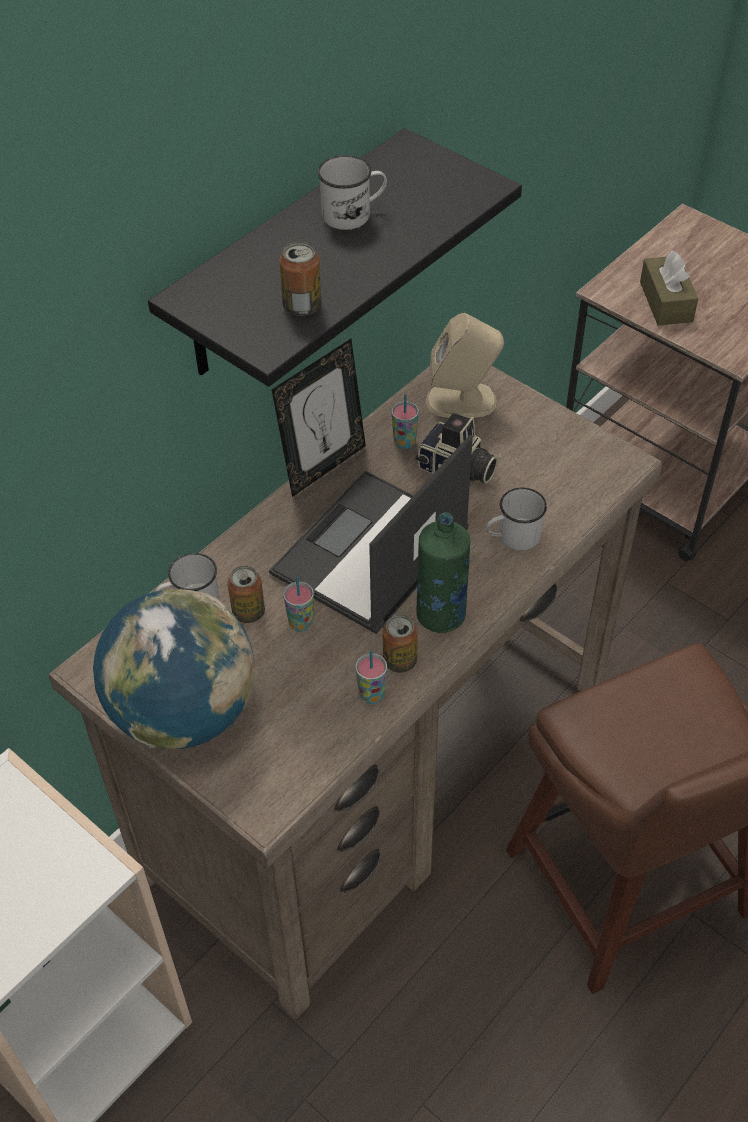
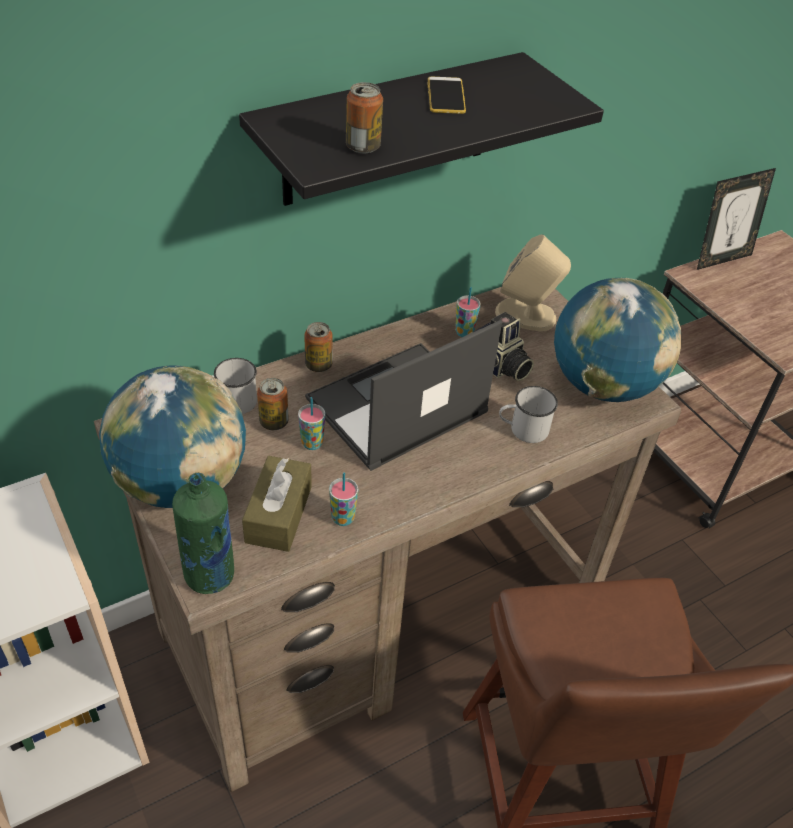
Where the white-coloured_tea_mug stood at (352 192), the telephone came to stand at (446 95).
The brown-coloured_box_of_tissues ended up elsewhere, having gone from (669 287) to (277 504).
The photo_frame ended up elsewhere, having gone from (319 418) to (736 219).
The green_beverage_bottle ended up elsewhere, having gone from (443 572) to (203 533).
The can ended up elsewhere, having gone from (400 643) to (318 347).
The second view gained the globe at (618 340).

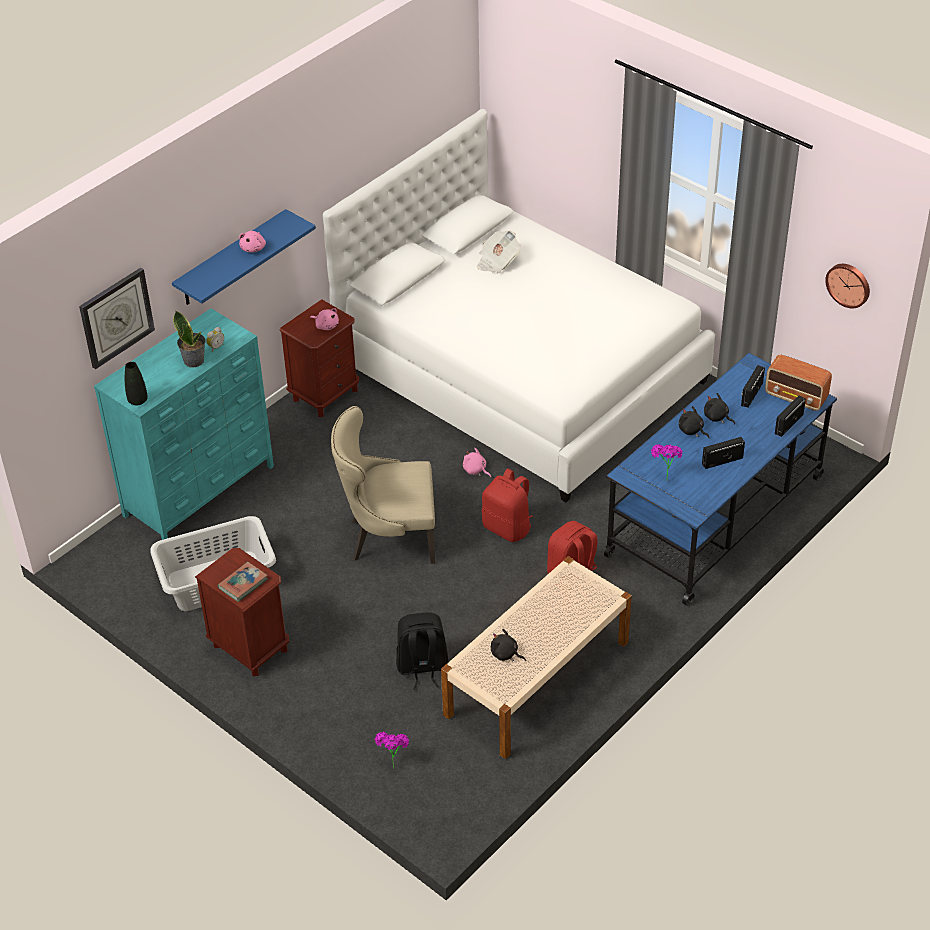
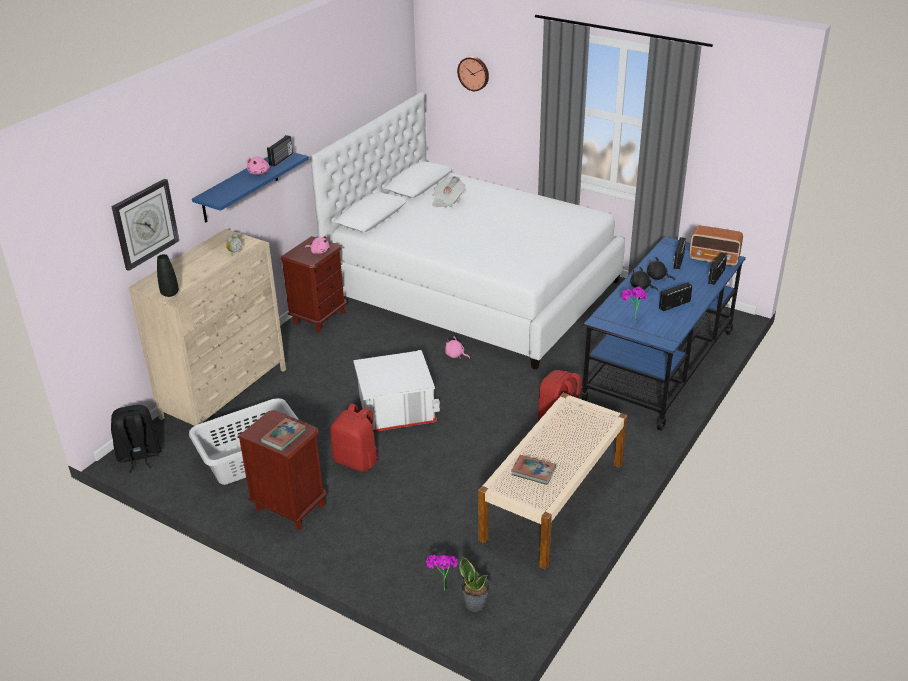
The hanging_clock ended up elsewhere, having gone from (847 286) to (473 73).
What was the turquoise_dresser at (184 424) turned into the beige_dresser at (207 327).
The plant_in_a_pot ended up elsewhere, having gone from (189 339) to (475 584).
Where the beige_chair stood at (383 485), the white-coloured_storage_container came to stand at (396 391).
The reddish_backpack ended up elsewhere, having gone from (507 505) to (354 437).
The black-coloured_backpack ended up elsewhere, having gone from (422 651) to (136 438).
Where the black-coloured_cuddly_toy stood at (508 645), the volume came to stand at (533 470).
The second view gained the radio at (280 150).

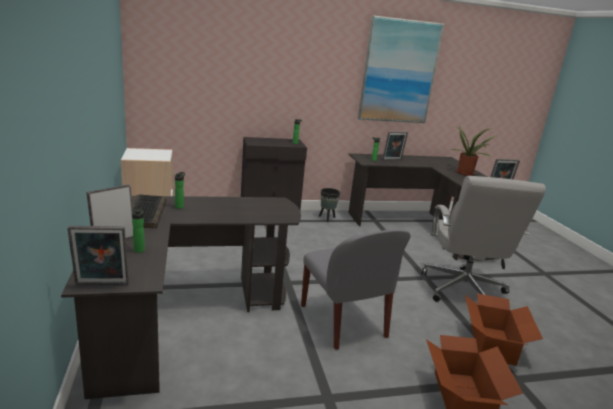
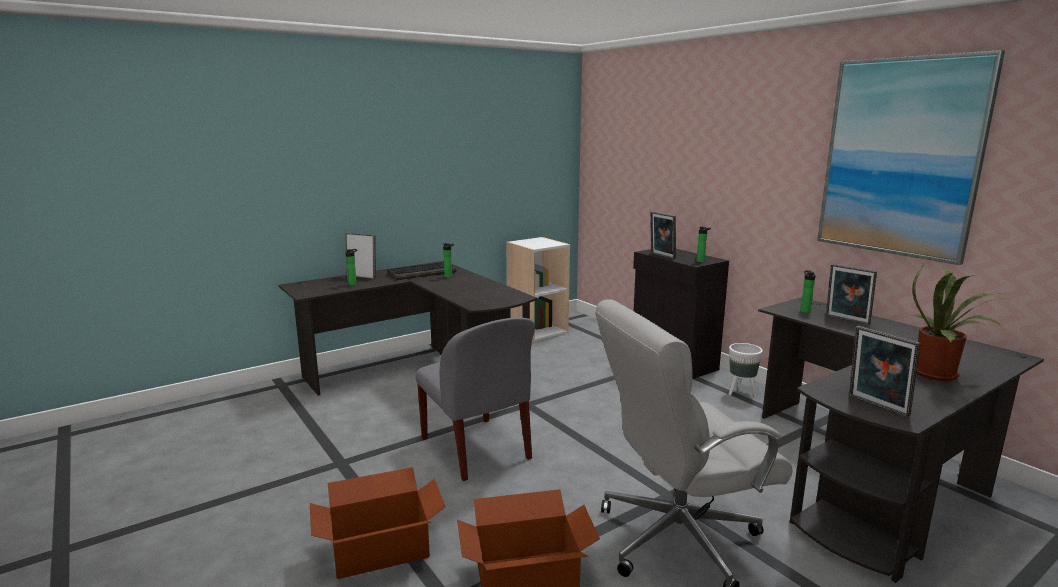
What was the black-coloured_flower_pot at (329 205) turned into the white-coloured_flower_pot at (746 370).
The photo_frame ended up elsewhere, having gone from (98 255) to (663 235).
The gray_chair at (356 290) ended up facing another way, 75 degrees counterclockwise from before.

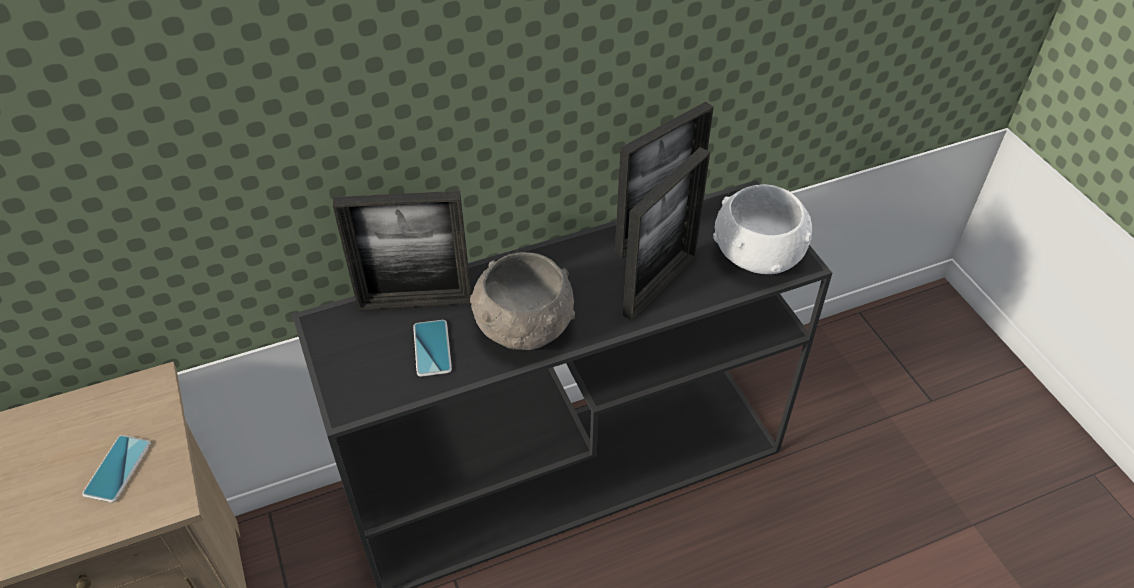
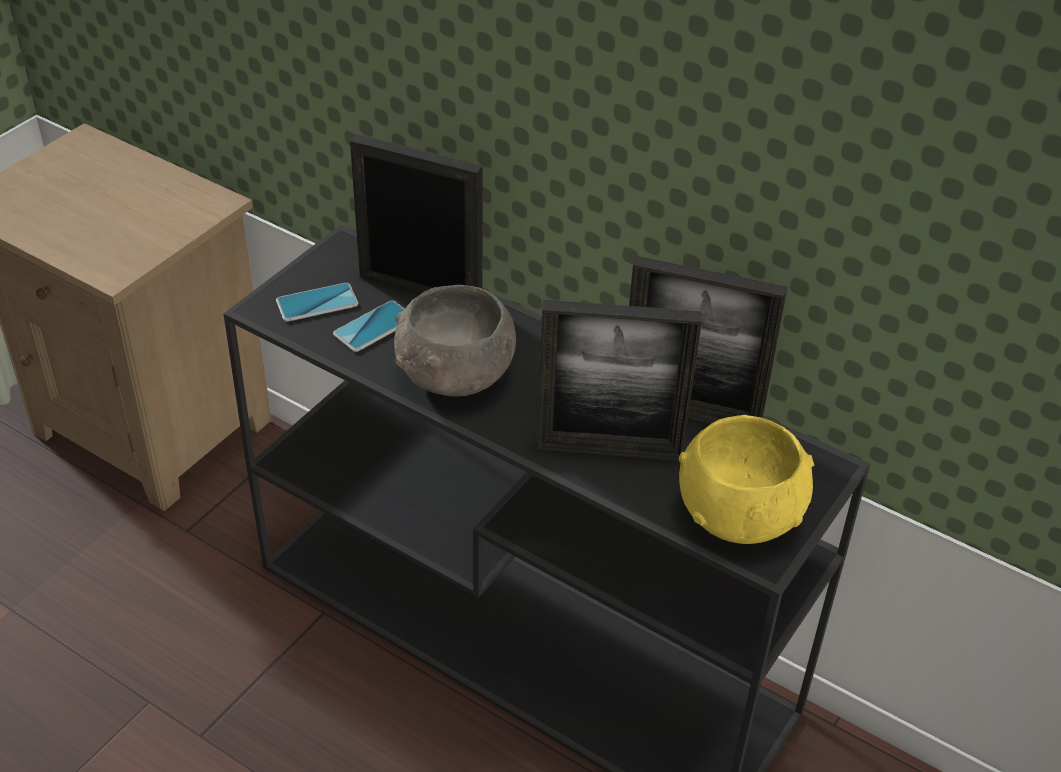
What was the white-coloured_deep_dish at (762 229) turned into the yellowish_deep_dish at (746 479).
The photo_frame at (402 250) ended up facing another way, 150 degrees clockwise from before.
The telephone ended up elsewhere, having gone from (116 469) to (317 302).

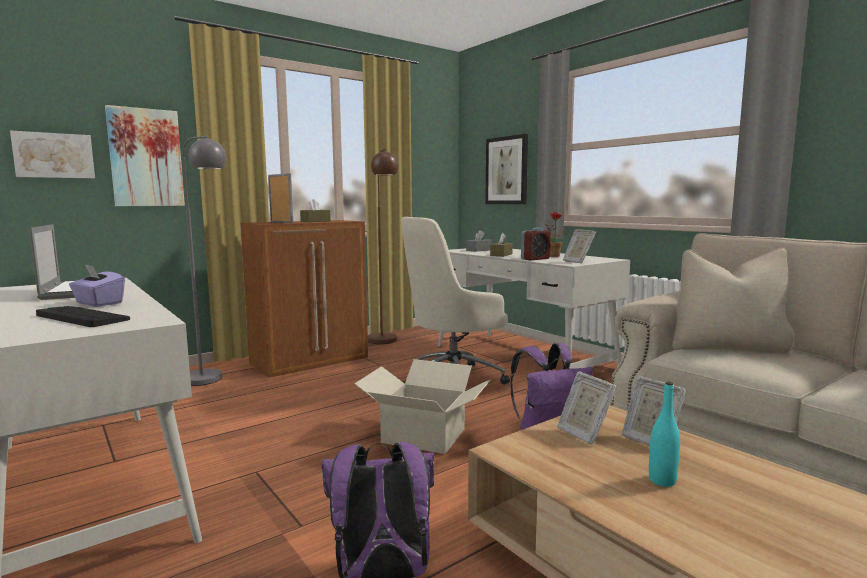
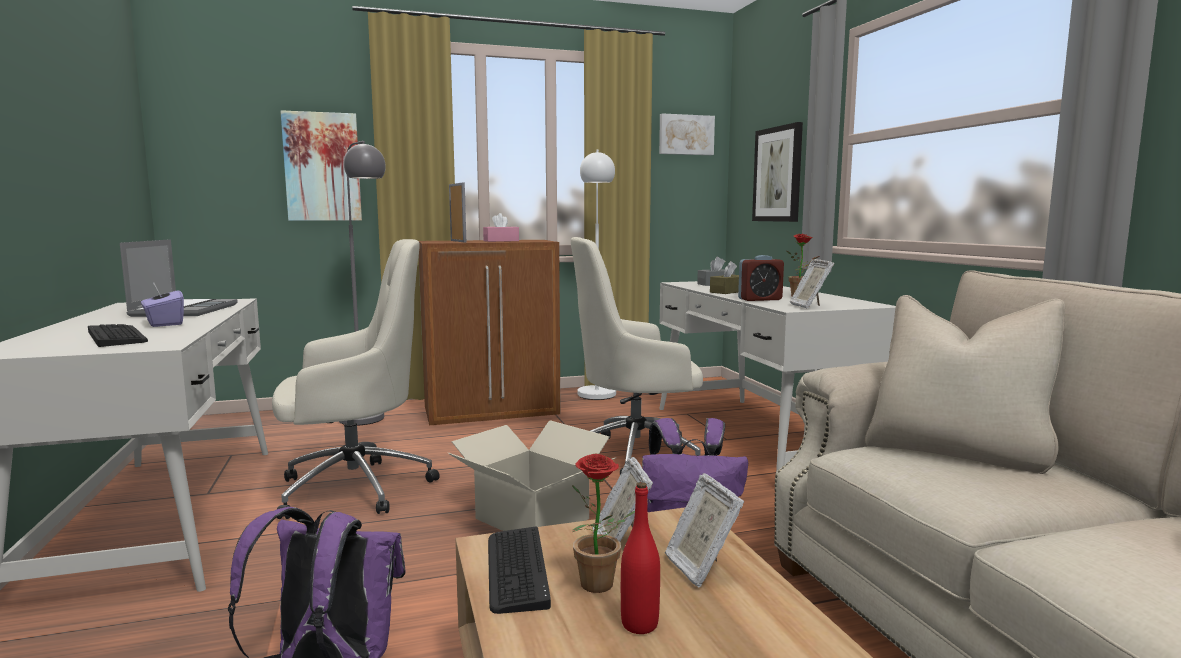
The wall_picture ended up elsewhere, having gone from (52 154) to (687 134).
What was the brown-coloured_standard_lamp at (383 246) turned into the white-coloured_standard_lamp at (597 274).
What was the brown-coloured_box_of_tissues at (315 210) turned into the pink_box_of_tissues at (501 227).
What was the turquoise_beverage_bottle at (664 434) turned into the reddish_beverage_bottle at (640 558).
The second view gained the beige_desk_chair at (356 379).
The second view gained the plant_in_a_pot at (603 523).
The second view gained the keyboard at (519 570).

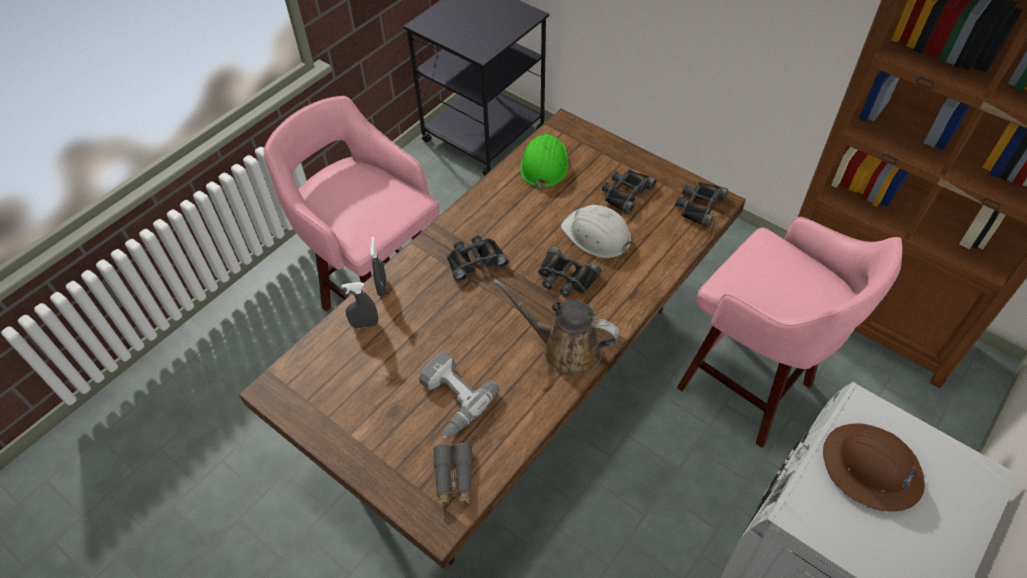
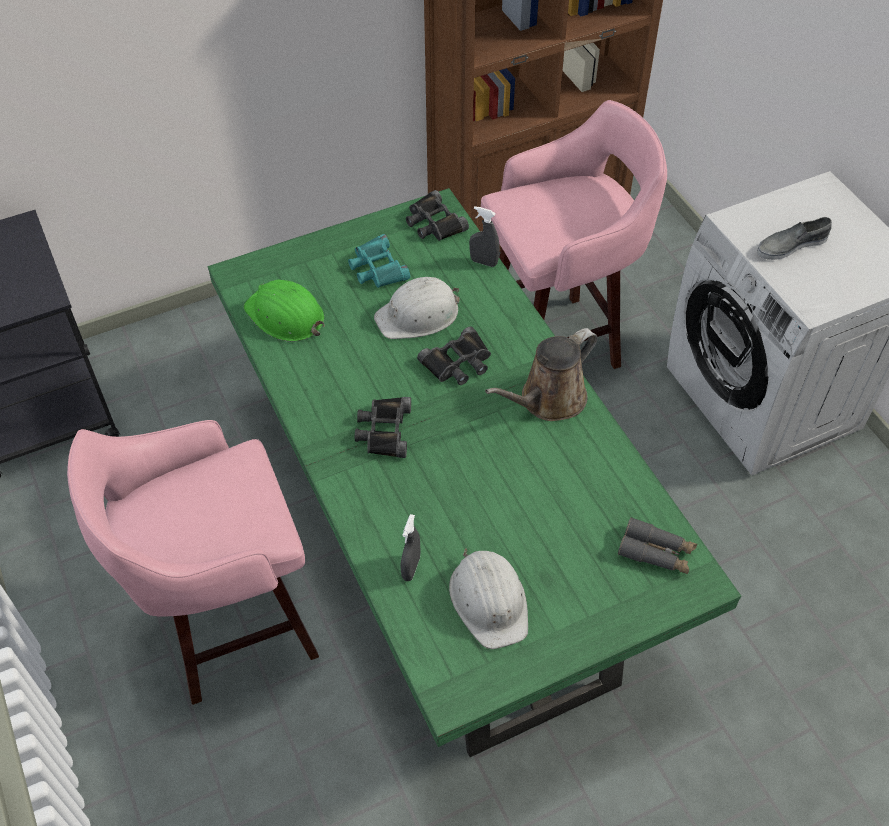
What was the brown-coloured_dinner_table at (492 338) turned into the green_dinner_table at (474 472).
What was the black-coloured_binoculars at (629 192) turned into the turquoise_binoculars at (379 261).
The gray_hand_sprayer ended up elsewhere, having gone from (378 266) to (484 236).
The second view lost the power_drill at (459 395).
Where the brown-coloured_work_helmet stood at (874 467), the gray_low_shoe came to stand at (794 238).
The second view gained the white-coloured_work_helmet at (488 598).

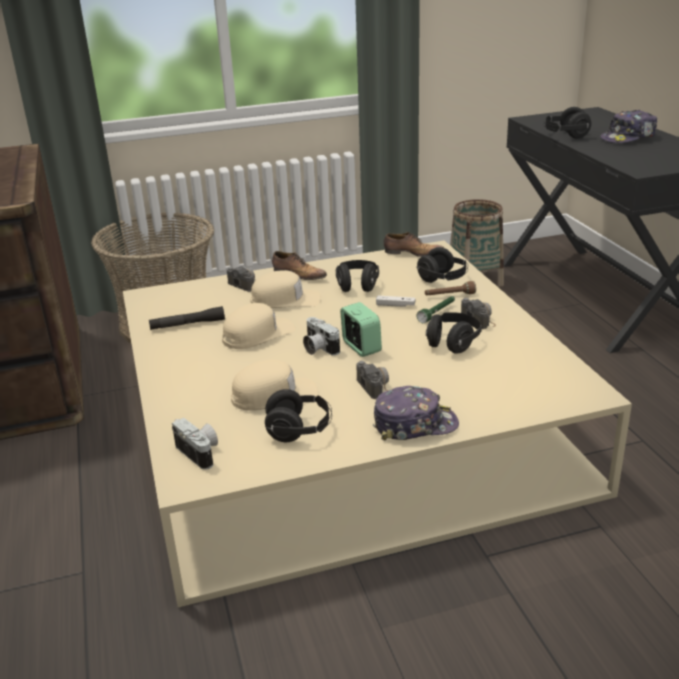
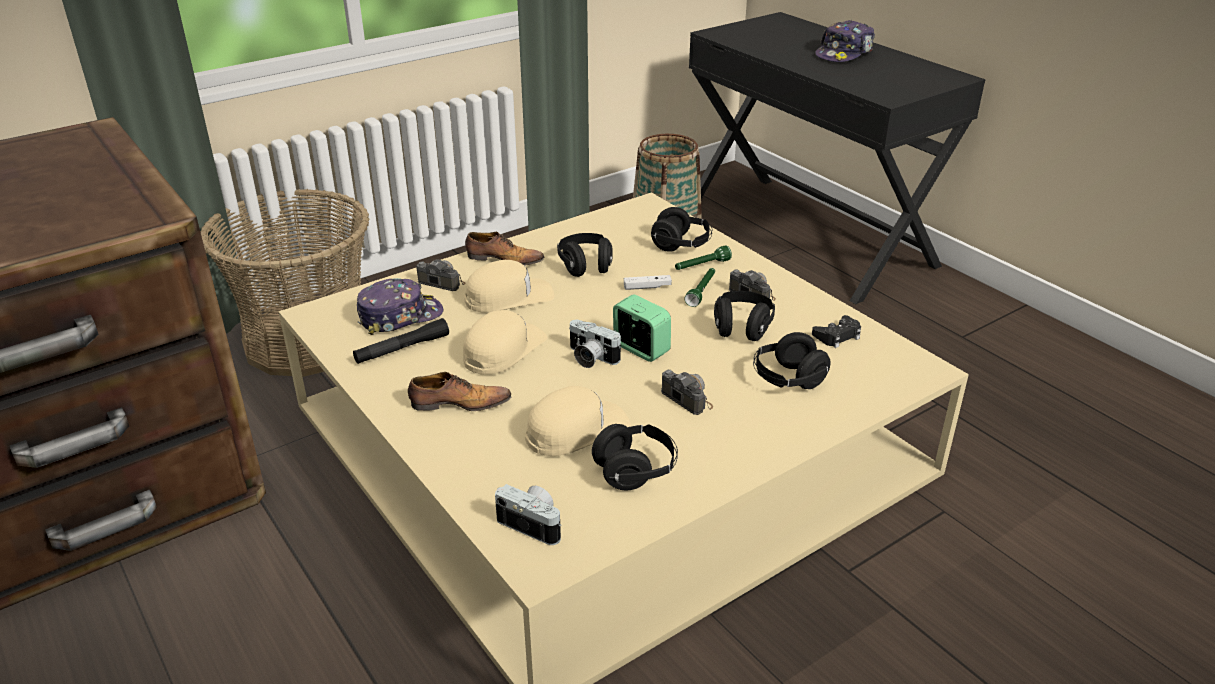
The black-coloured_headset ended up elsewhere, having gone from (567 123) to (792 360).
The low_shoe ended up elsewhere, having gone from (414 244) to (460 391).
What was the brown-coloured_torch at (450 288) turned into the green_torch at (703 258).
The baseball_cap ended up elsewhere, having gone from (416 413) to (400 306).
The second view gained the black-coloured_gamepad at (836 331).

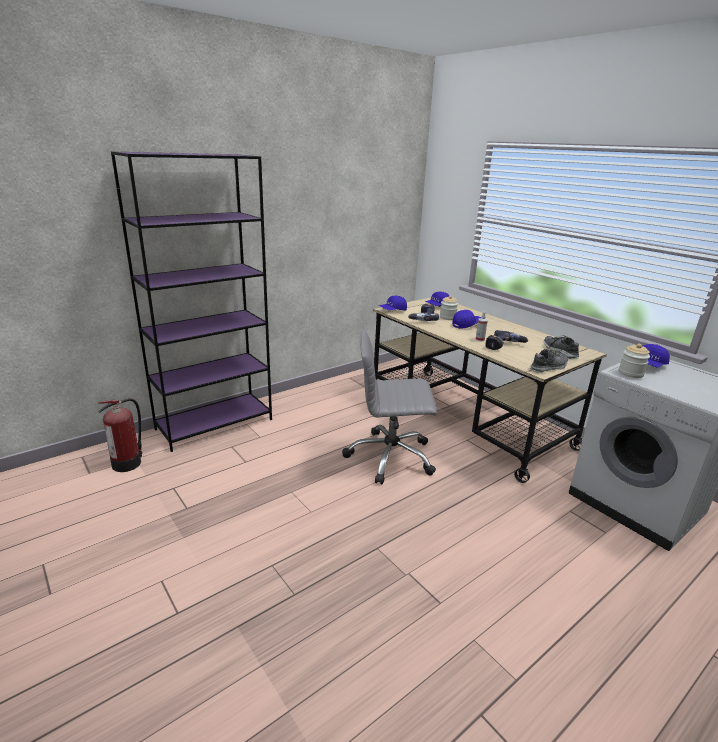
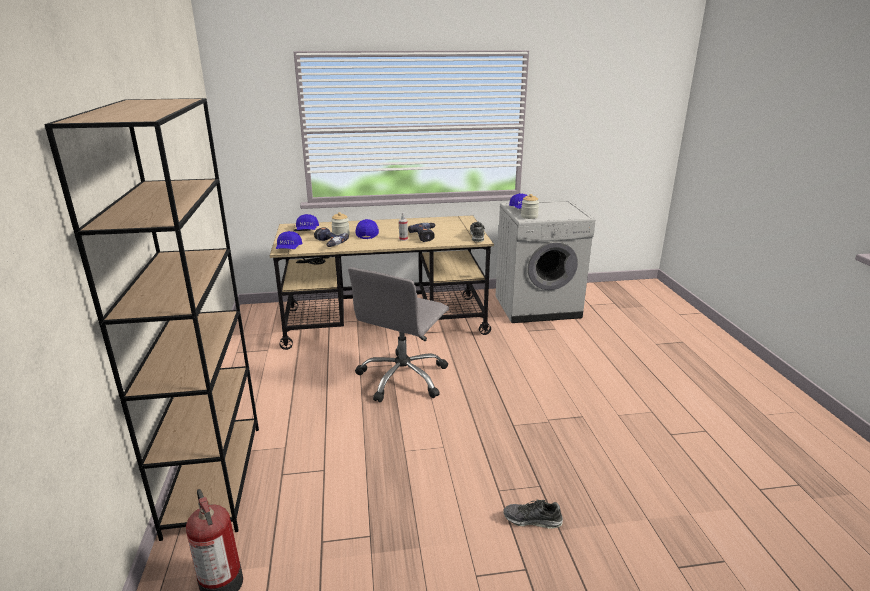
What was the purple-coloured_bookcase at (191 301) turned into the beige_bookcase at (151 319).
The low_shoe ended up elsewhere, having gone from (561 347) to (533 514).

